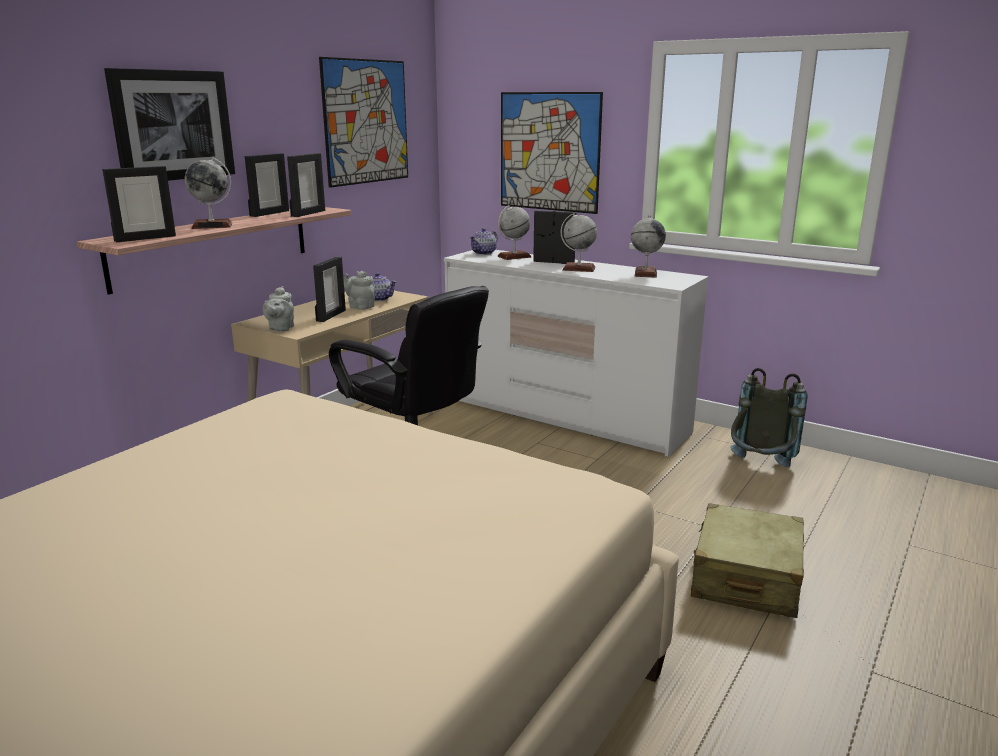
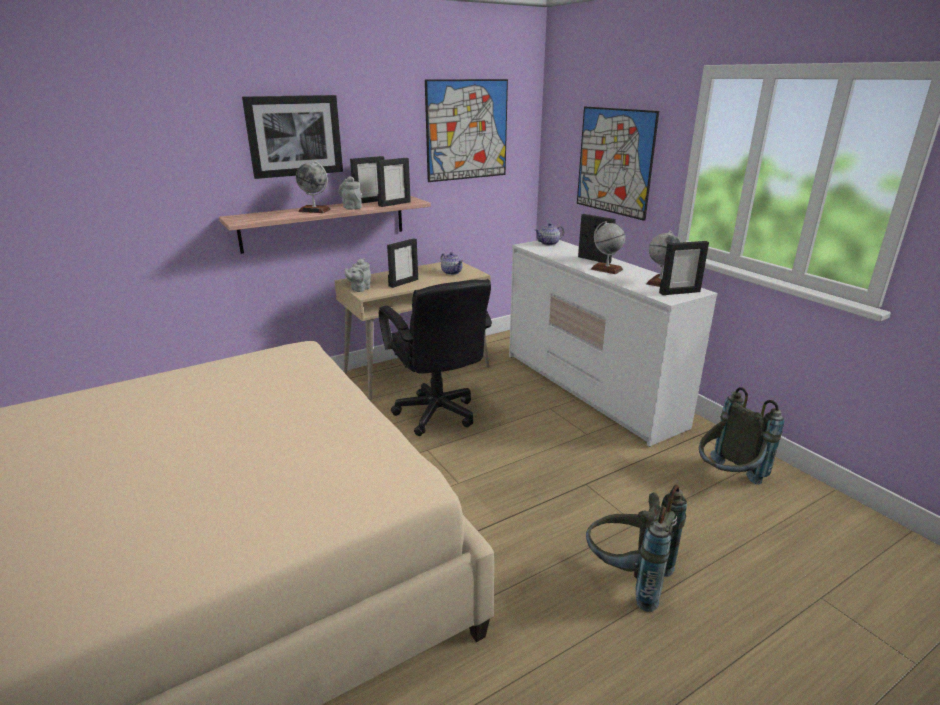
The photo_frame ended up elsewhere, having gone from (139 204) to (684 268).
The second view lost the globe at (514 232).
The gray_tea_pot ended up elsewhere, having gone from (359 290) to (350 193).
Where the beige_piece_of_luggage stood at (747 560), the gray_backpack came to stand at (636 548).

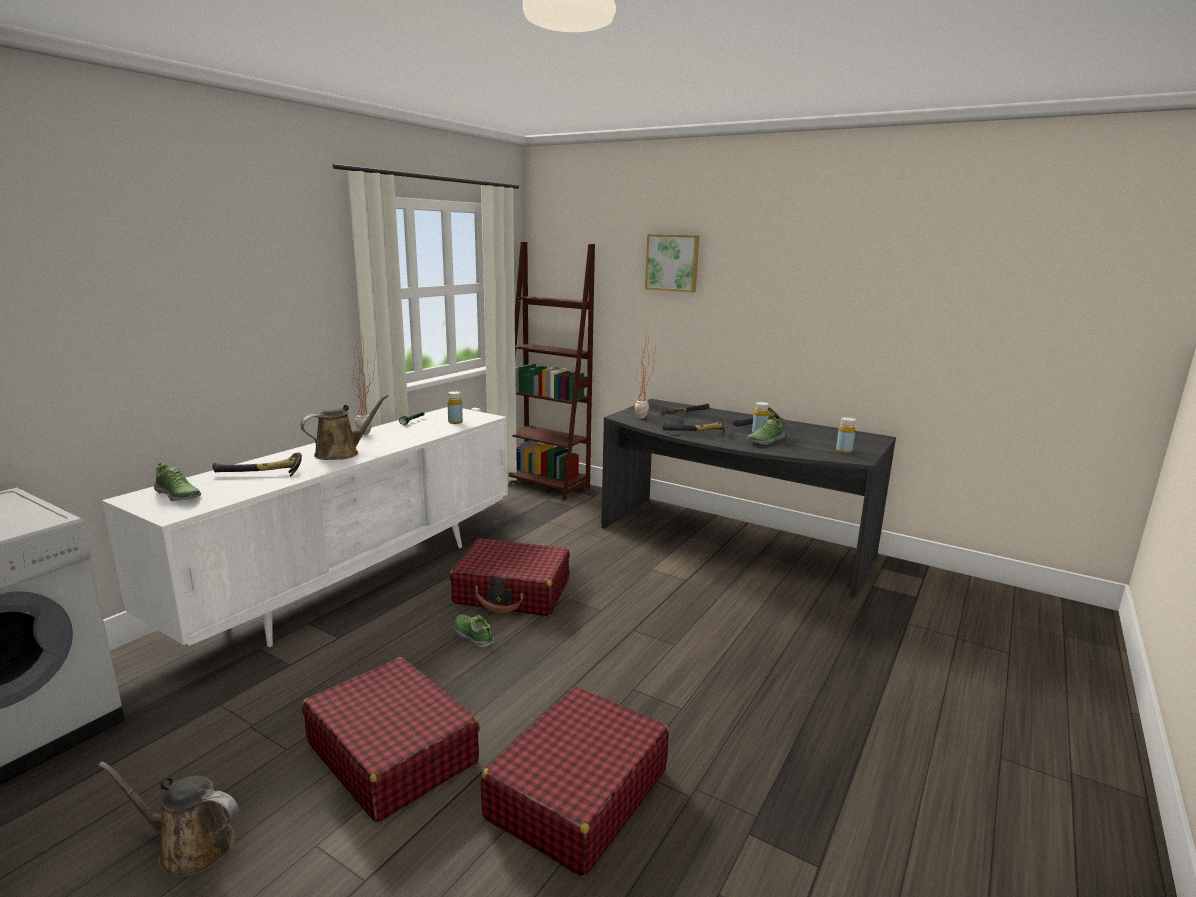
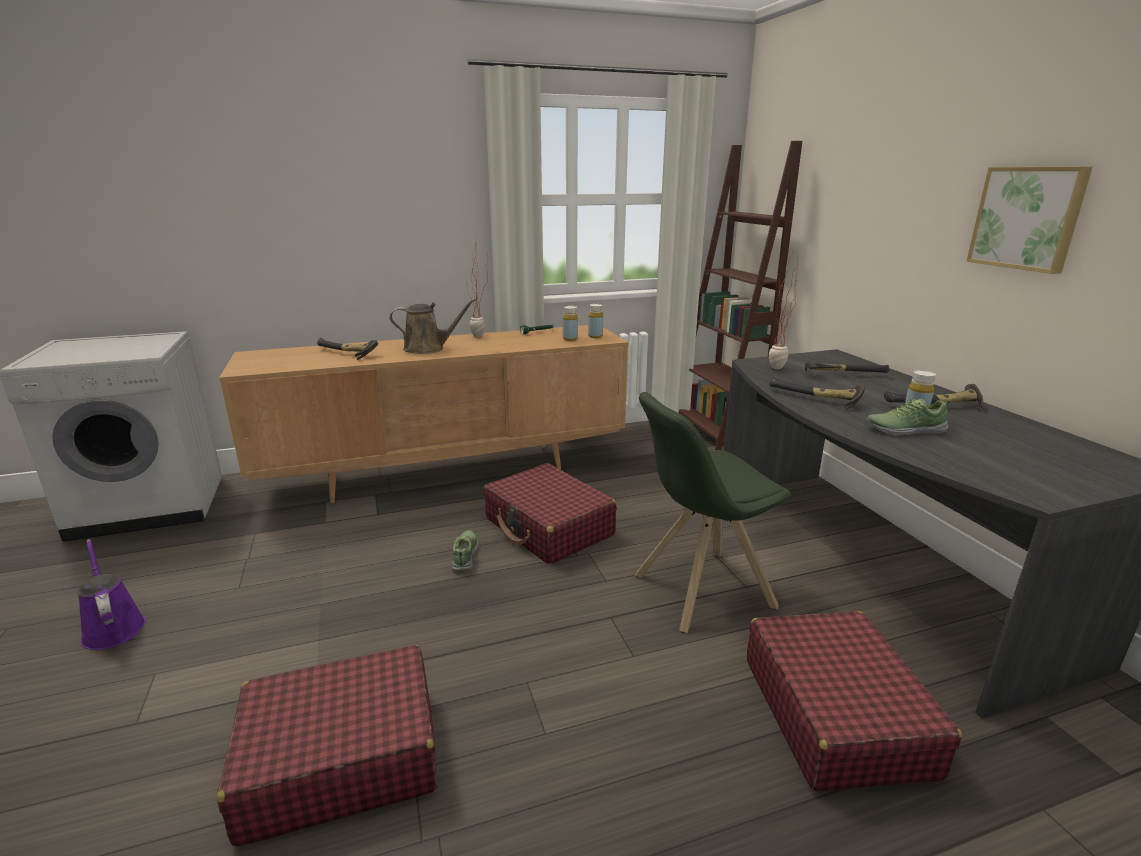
The wall_picture ended up elsewhere, having gone from (672 263) to (1029 220).
What was the white-coloured_storage_cabinet at (305 527) turned into the brown-coloured_storage_cabinet at (423 414).
The yellowish_beverage_bottle ended up elsewhere, having gone from (846 435) to (595 321).
The second view lost the low_shoe at (177 482).
The reddish_piece_of_luggage ended up elsewhere, having gone from (391 739) to (854 701).
What was the brown-coloured_watering_can at (168 819) turned into the purple-coloured_watering_can at (112 594).
The second view gained the green_chair at (713 512).

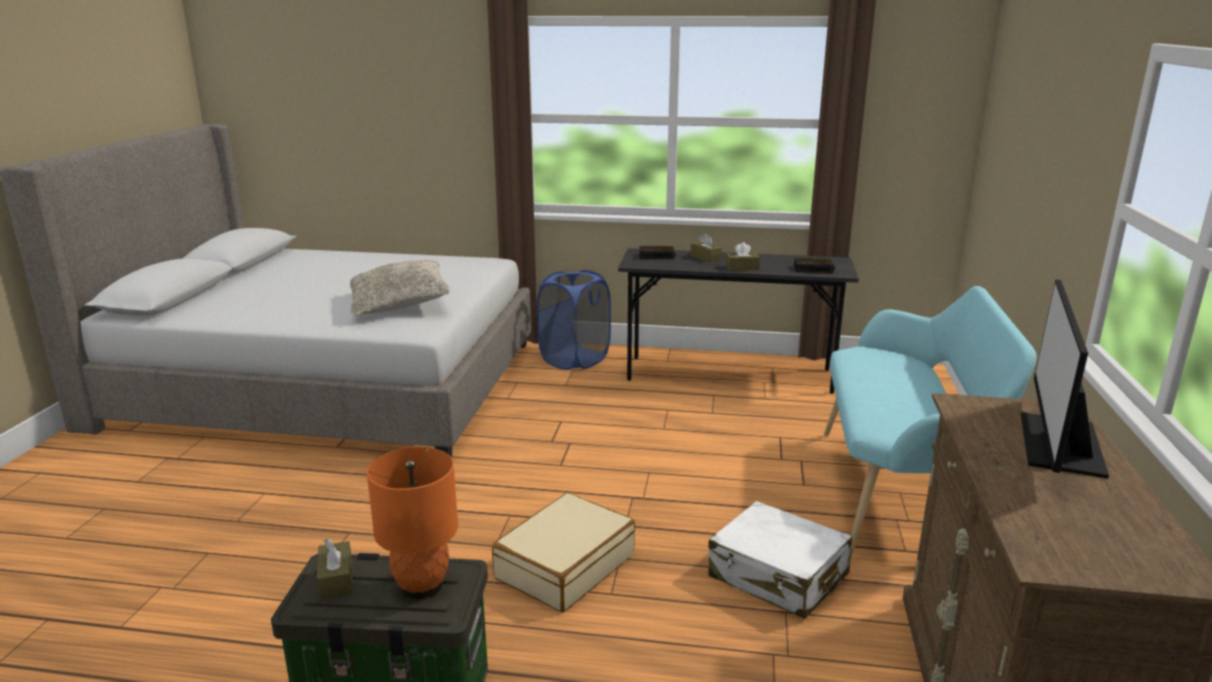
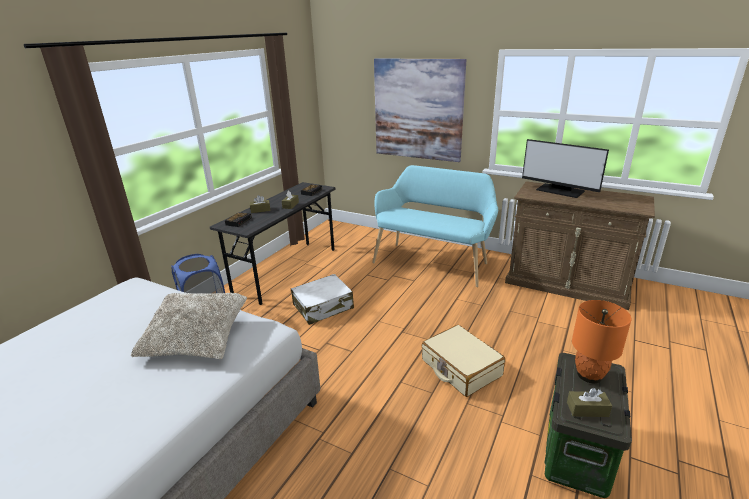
The white-coloured_piece_of_luggage ended up elsewhere, having gone from (780 560) to (322 299).
The second view gained the wall_picture at (420 110).

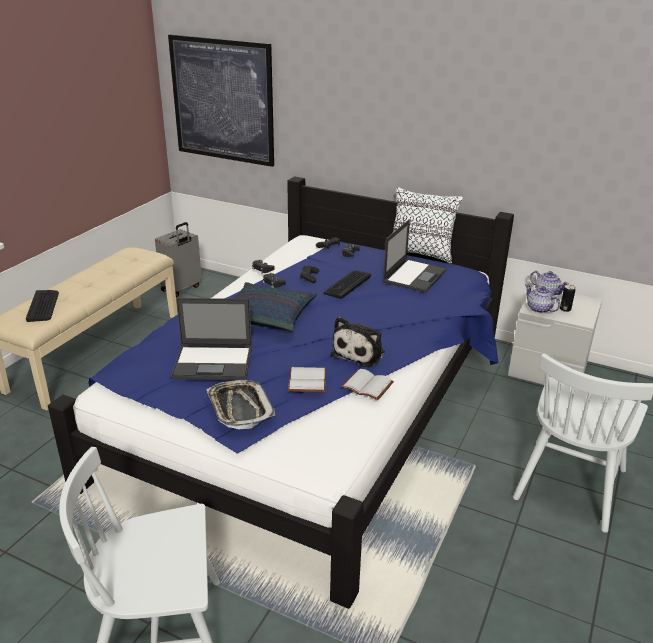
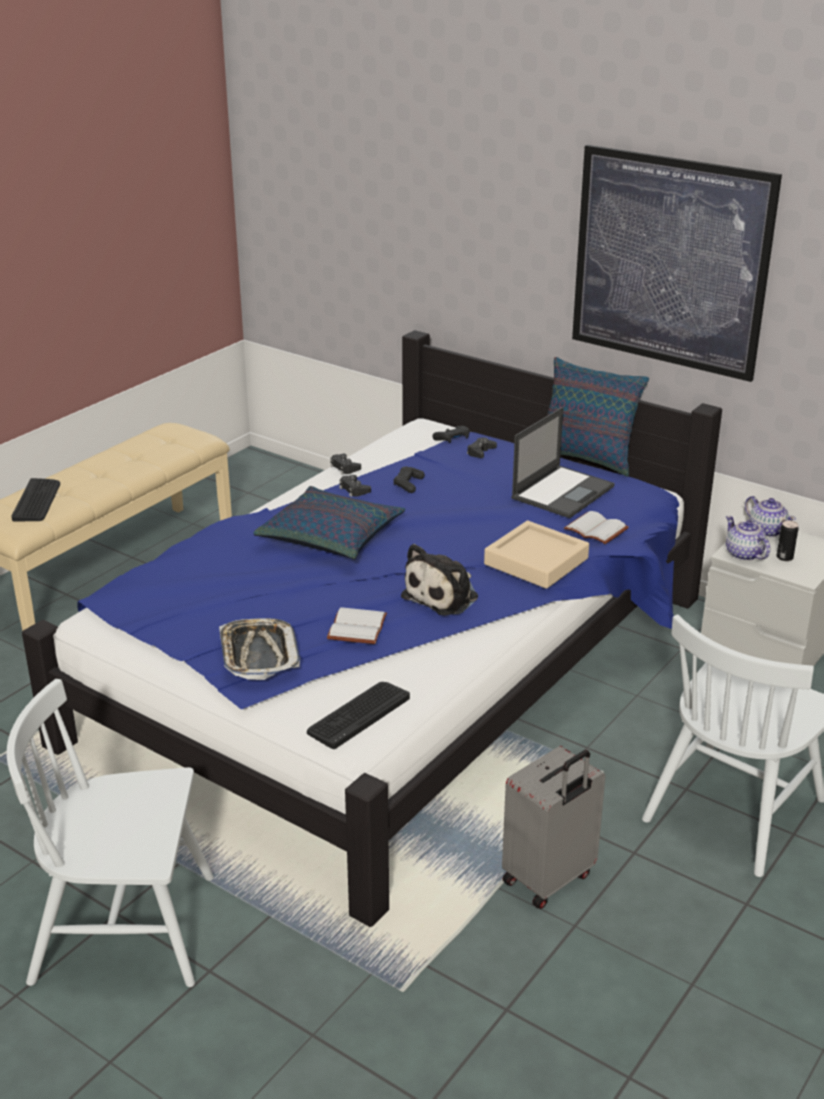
The wall_picture ended up elsewhere, having gone from (221 101) to (677 263).
What was the white-coloured_cushion at (428 225) turned into the blue_cushion at (598 417).
The gray_piece_of_luggage ended up elsewhere, having gone from (178 259) to (554 827).
The keyboard ended up elsewhere, having gone from (347 284) to (358 715).
The second view lost the notebook_computer at (211 339).
The white-coloured_volume ended up elsewhere, having gone from (367 384) to (596 527).
The second view gained the beige_carrying_tray at (536 555).

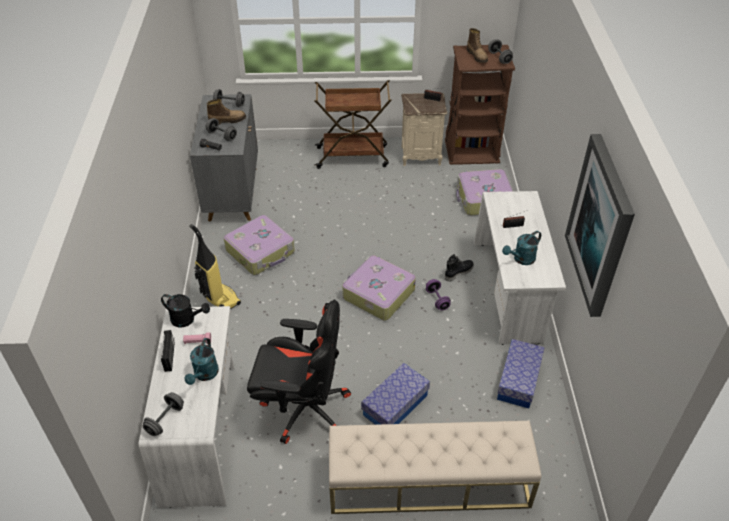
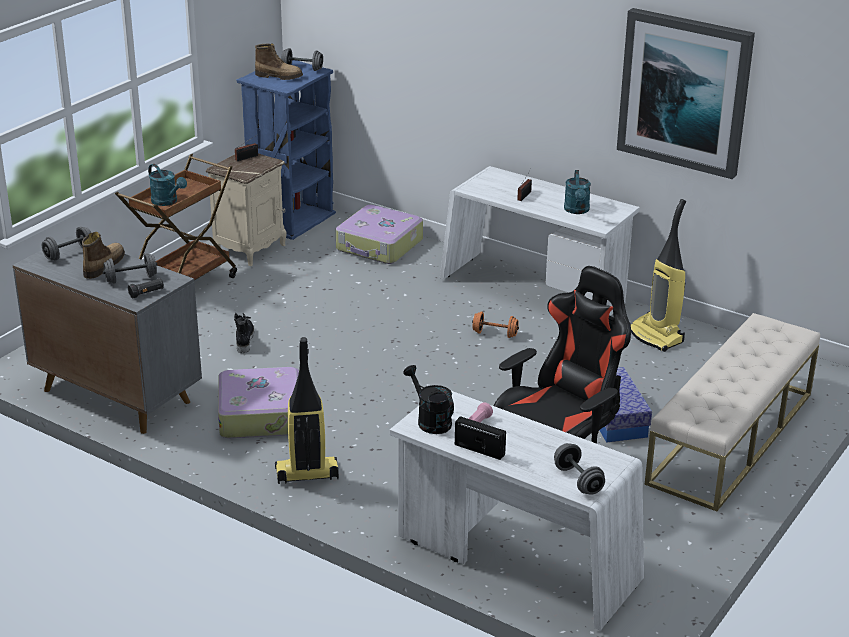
What was the brown-coloured_bookcase at (480 105) turned into the blue_bookcase at (286 150).
The black-coloured_boot ended up elsewhere, having gone from (459 268) to (244 333).
The second view lost the piece_of_luggage at (379 287).
What was the purple-coloured_hand_weight at (438 294) turned into the orangey_hand_weight at (495 325).
The black-coloured_watering_can at (185 310) ended up facing another way, 90 degrees counterclockwise from before.
The turquoise_watering_can ended up elsewhere, having gone from (201 361) to (167 185).
Where the storage_container stood at (521 373), the vacuum came to stand at (658 275).

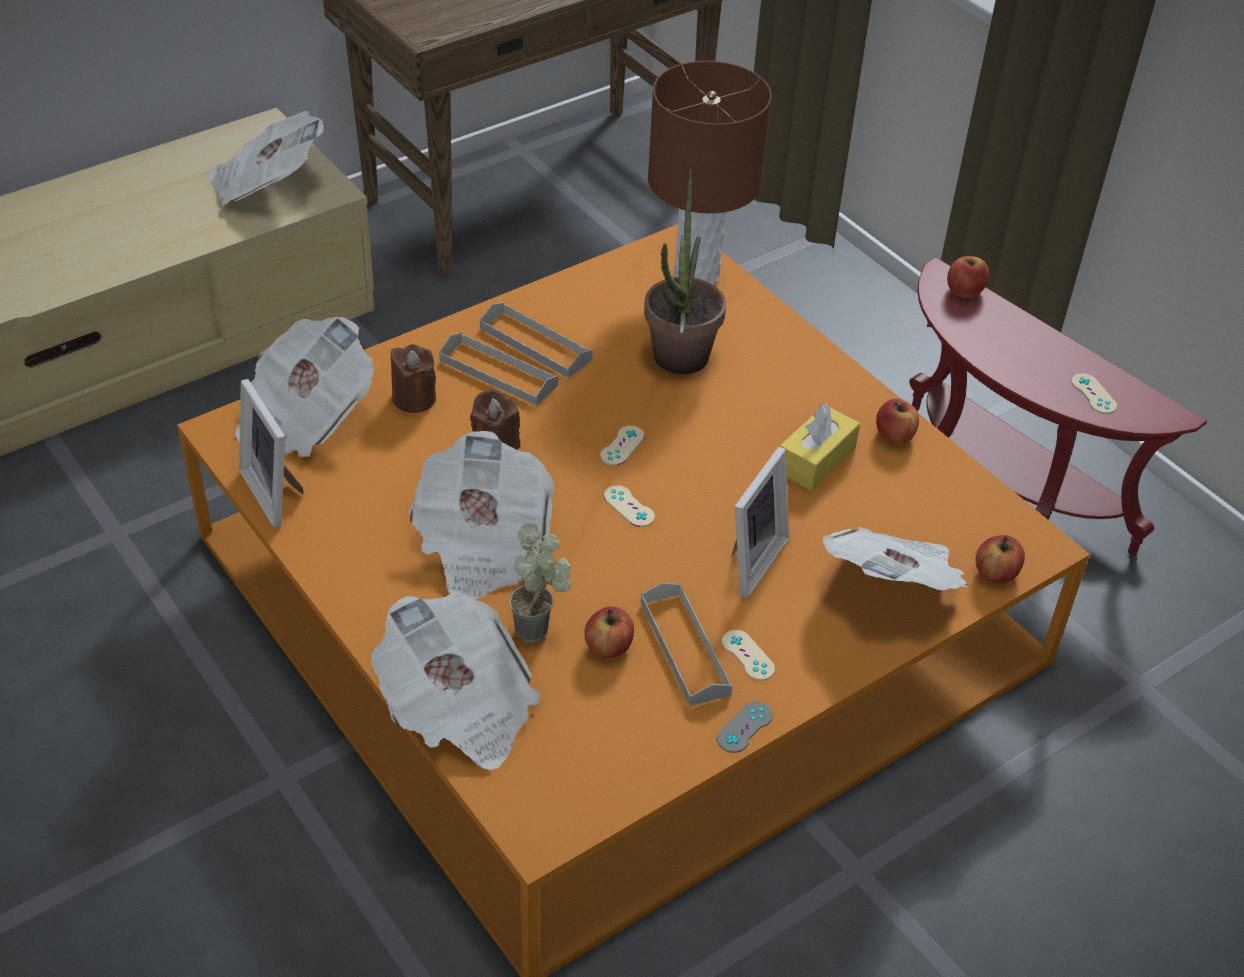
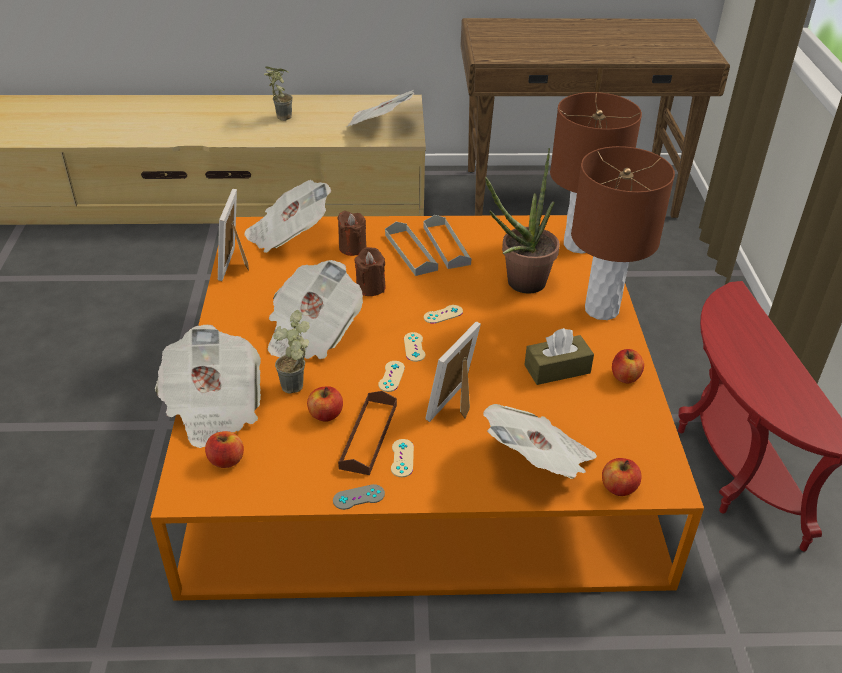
The apple ended up elsewhere, having gone from (968 277) to (224 449).
The beige_gamepad ended up elsewhere, having gone from (1094 393) to (391 376).
What was the yellowish_box_of_tissues at (819 447) turned into the brown-coloured_box_of_tissues at (559 356).
The photo_frame at (760 522) ended up facing another way, 150 degrees clockwise from before.
What was the gray_carrying_tray at (686 644) turned into the brown-coloured_carrying_tray at (367 433).
The second view gained the plant_in_a_pot at (278 93).
The second view gained the brown-coloured_tabletop_lamp at (623 233).

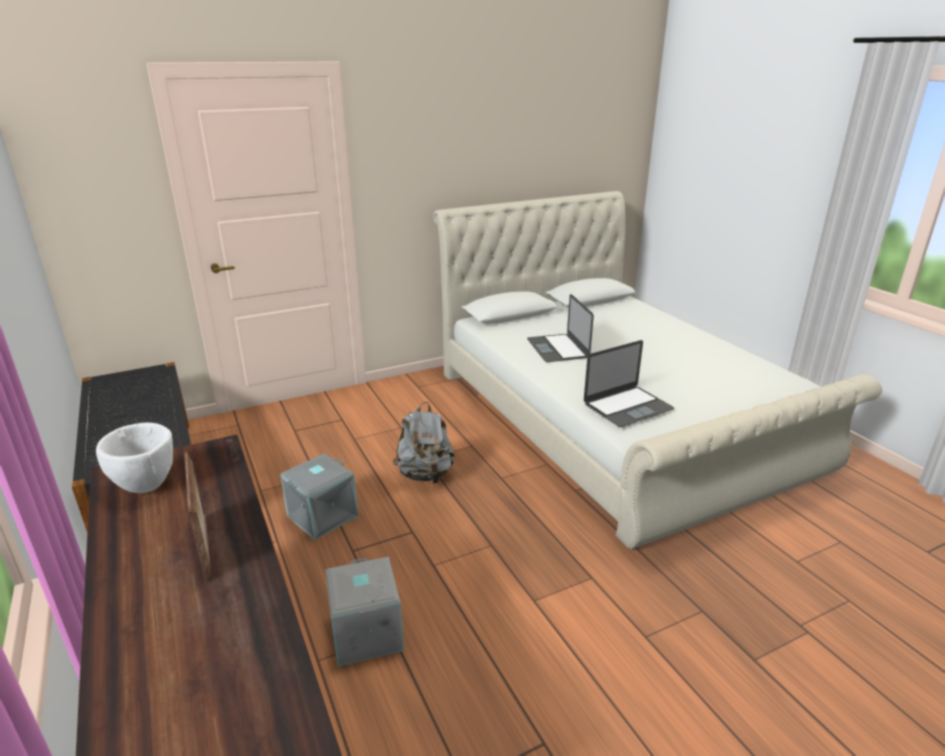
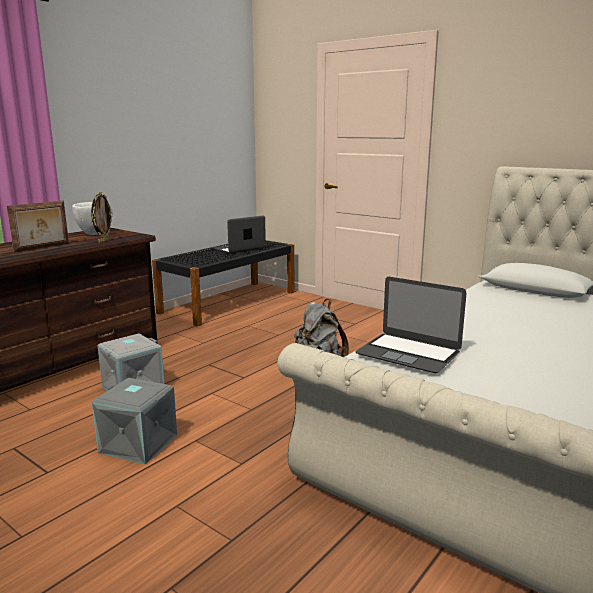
The notebook_computer ended up elsewhere, having gone from (560 328) to (239 235).
The gray_storage_container ended up elsewhere, having gone from (319 496) to (134 421).
The second view gained the photo_frame at (102 217).

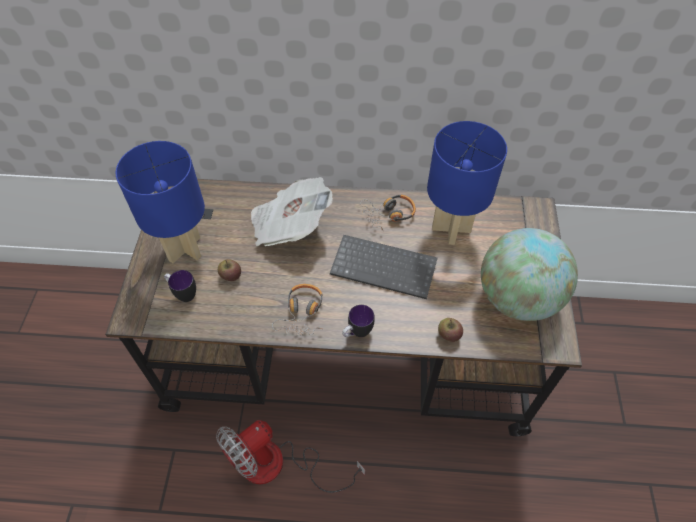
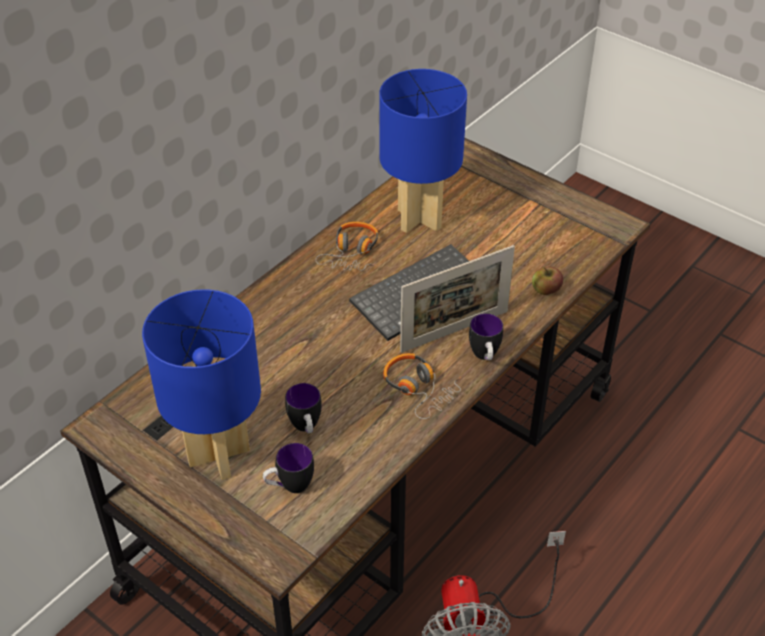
The second view lost the printed_paper at (292 211).
The second view lost the globe at (529 274).
Where the apple stood at (229 270), the tea_mug came to stand at (303 408).
The second view gained the photo_frame at (457 299).

